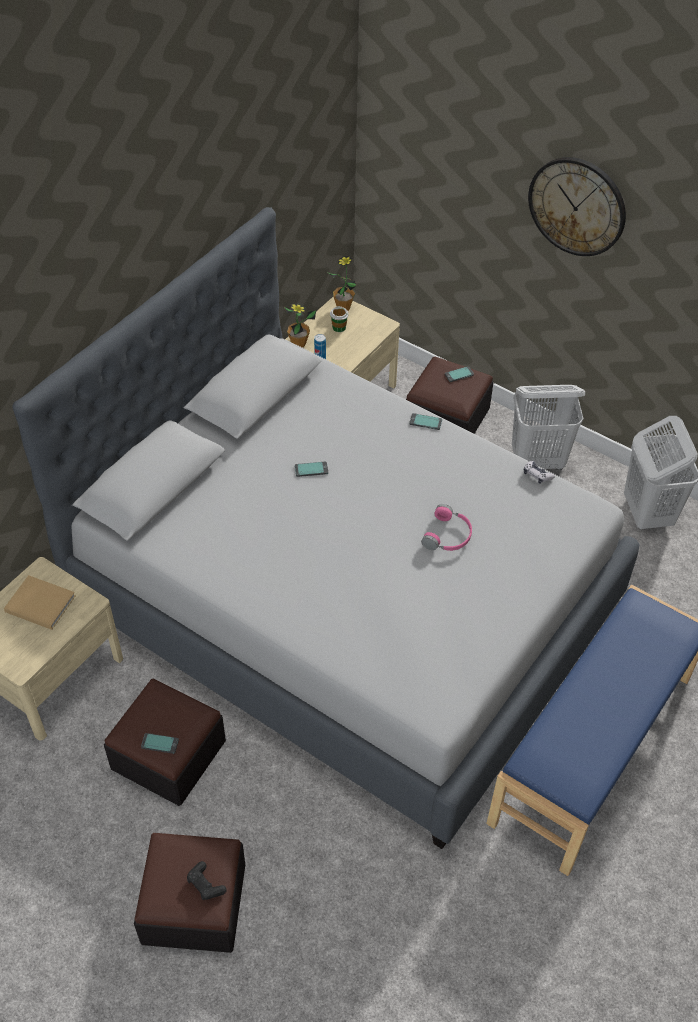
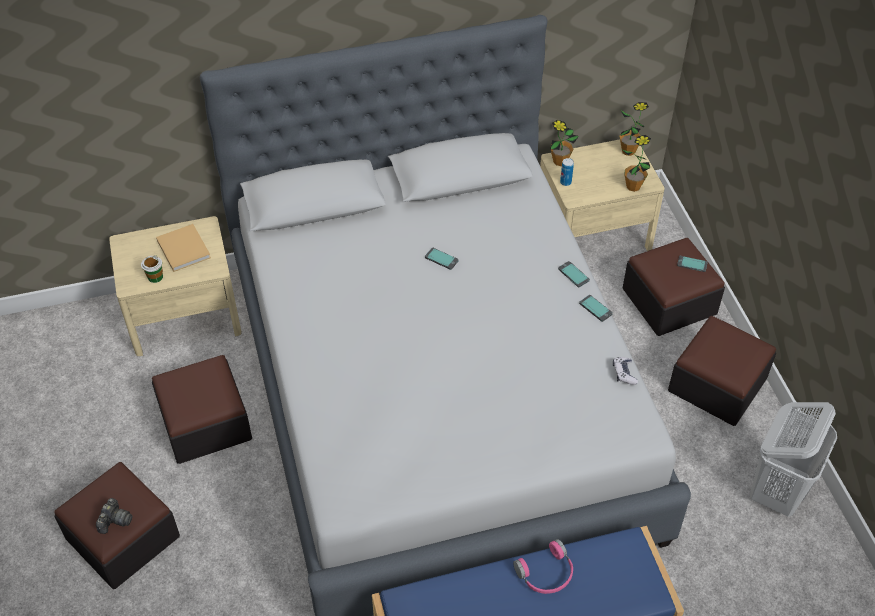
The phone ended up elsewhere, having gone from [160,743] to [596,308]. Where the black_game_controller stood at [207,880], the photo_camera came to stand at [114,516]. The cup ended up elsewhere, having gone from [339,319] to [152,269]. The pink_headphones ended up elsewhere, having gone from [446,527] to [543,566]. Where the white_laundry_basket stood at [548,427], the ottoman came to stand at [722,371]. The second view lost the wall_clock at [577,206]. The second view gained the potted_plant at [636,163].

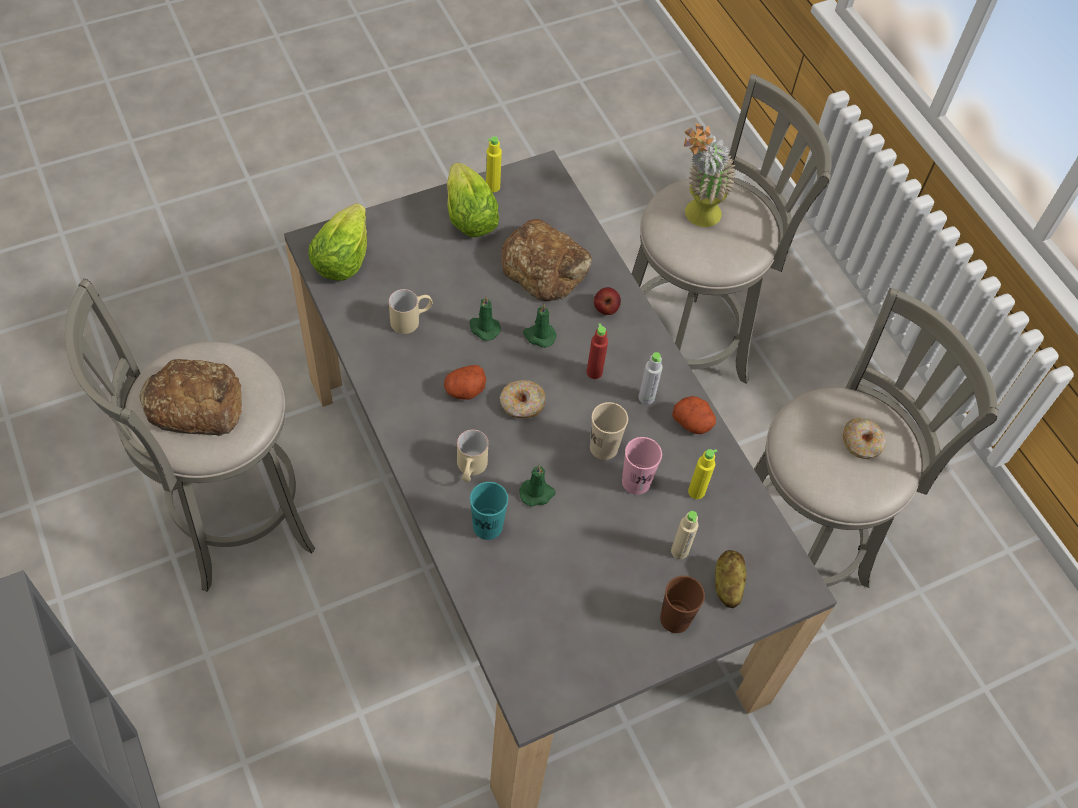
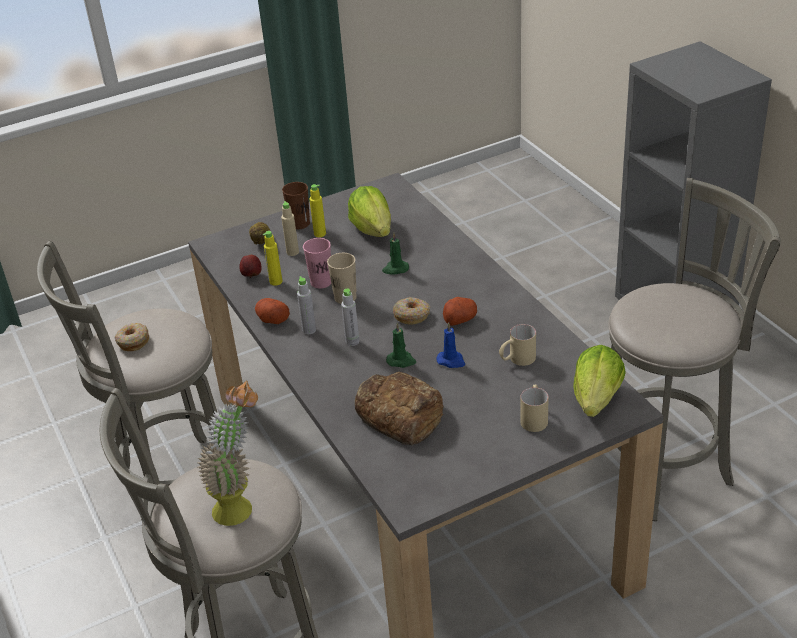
The second view lost the bread at [191,397]. The lettuce ended up elsewhere, having gone from [473,200] to [369,211]. The beige_mug ended up elsewhere, having gone from [472,455] to [534,408]. What was the green_candle at [485,318] turned into the blue_candle at [451,345]. The second view lost the turquoise_cup at [489,511]. The yellow_bottle ended up elsewhere, having gone from [494,164] to [317,210]. What was the red_bottle at [597,351] turned into the grey_bottle at [350,317]. The apple ended up elsewhere, having gone from [607,301] to [250,266].

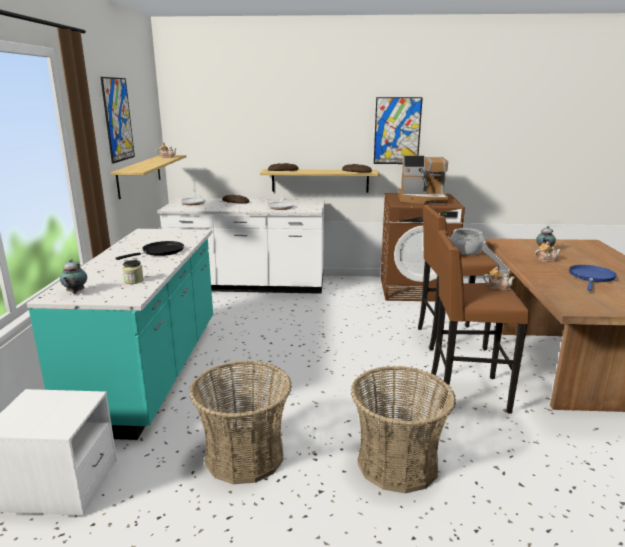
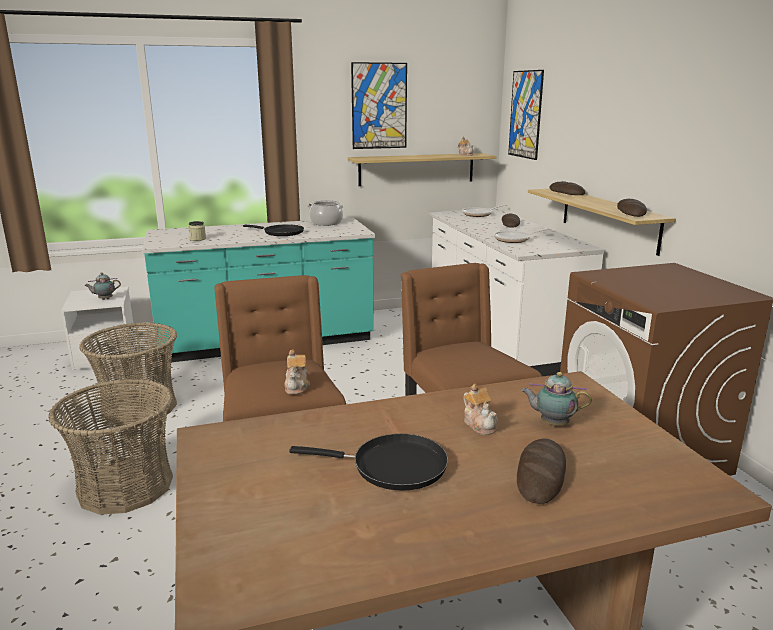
The teapot ended up elsewhere, having gone from [73,276] to [102,286]. The picture ended up elsewhere, having gone from [398,130] to [526,115]. The second view lost the coffee_machine at [423,180]. The cooking_pot ended up elsewhere, having gone from [467,241] to [325,213]. What was the blue_frying_pan at [593,278] turned into the black_frying_pan at [369,462]. The second view gained the bread at [541,471].

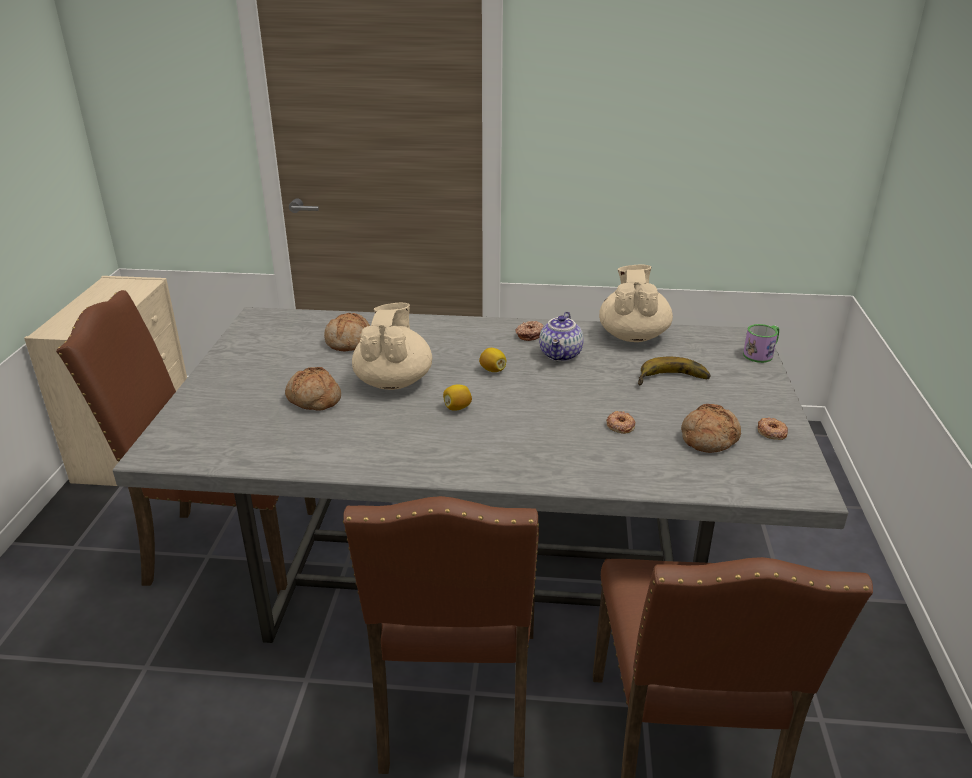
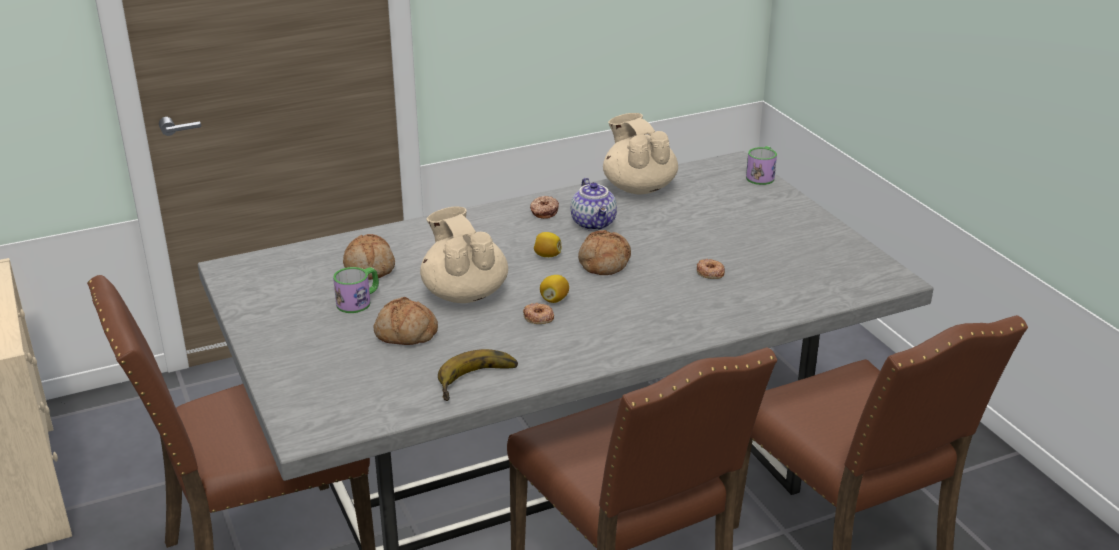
The banana ended up elsewhere, having gone from [674,371] to [478,375]. The bread ended up elsewhere, having gone from [711,428] to [604,252]. The donut ended up elsewhere, having gone from [772,428] to [538,313]. The second view gained the mug at [356,290].

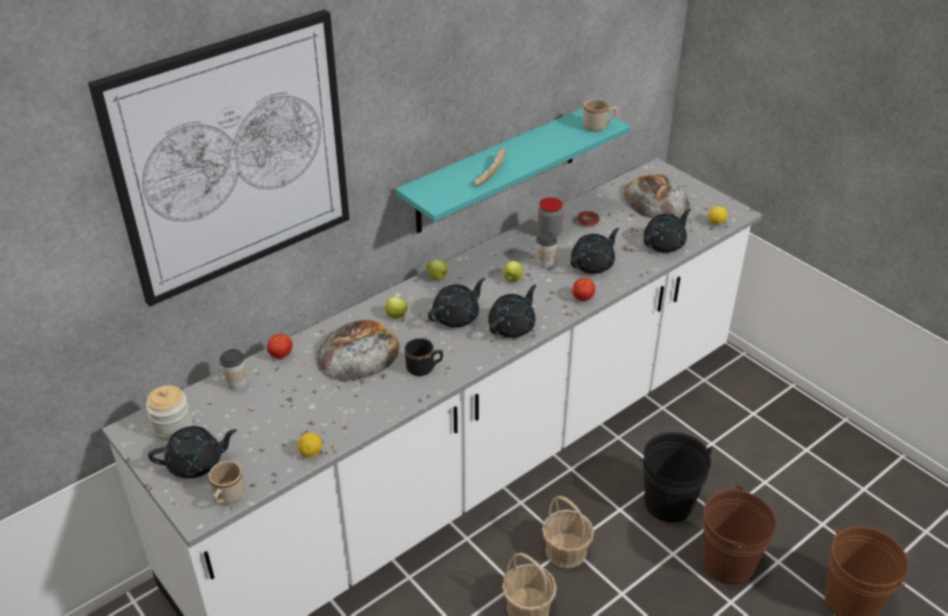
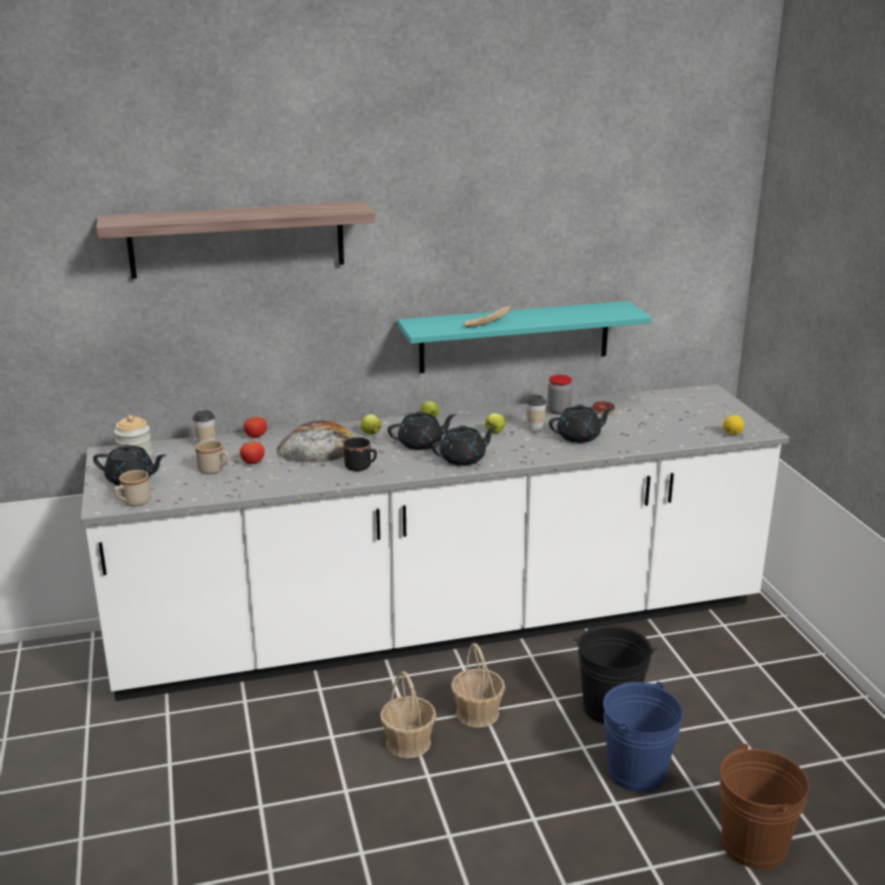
Where the picture hung at [219,158], the shelf came to hang at [235,240]. The second view lost the lemon at [310,445]. The tomato ended up elsewhere, having gone from [584,289] to [252,453]. The beige_mug ended up elsewhere, having gone from [600,115] to [212,457]. The second view lost the bread at [657,196]. The second view lost the black_teapot at [667,231]. What was the brown_bucket at [739,534] turned into the blue_bucket at [643,736].

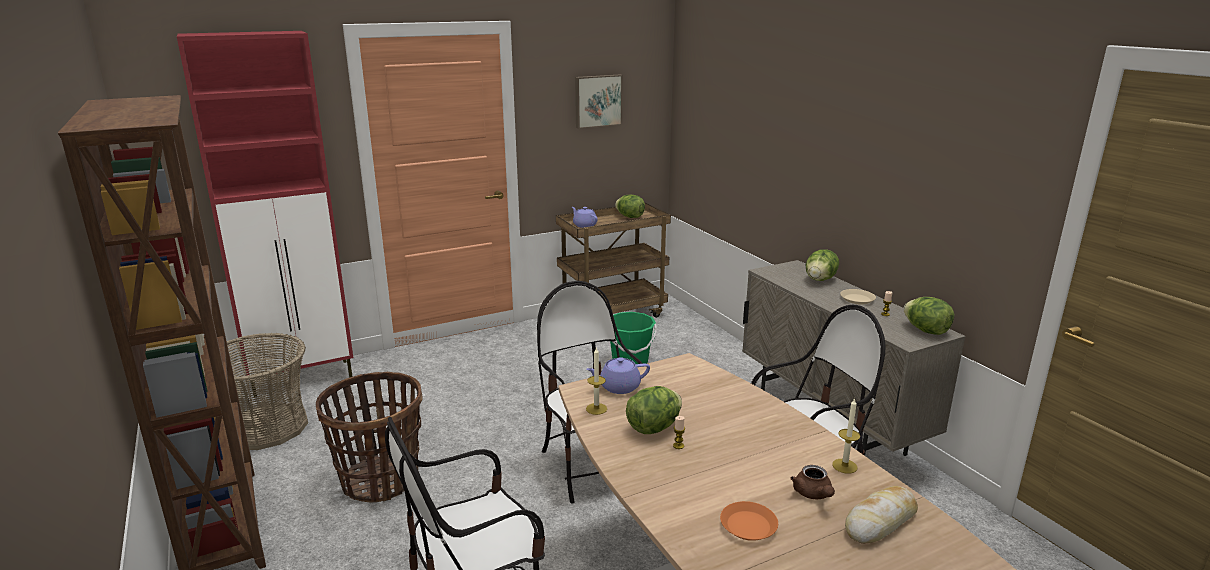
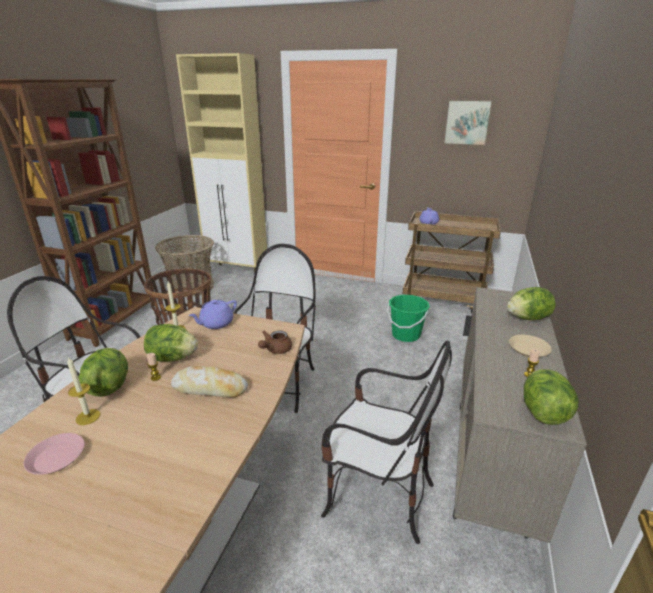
What was the red_cabinet at [265,214] turned into the beige_cabinet at [221,163]. The purple_teapot at [618,375] ended up facing another way, 75 degrees counterclockwise from before. The lettuce ended up elsewhere, having gone from [630,206] to [103,372]. What was the orange_plate at [749,521] turned into the pink_plate at [54,454]. The brown_teapot ended up elsewhere, having gone from [812,482] to [275,342]. The candle ended up elsewhere, having gone from [846,436] to [83,391]. The bread ended up elsewhere, having gone from [881,515] to [209,382].

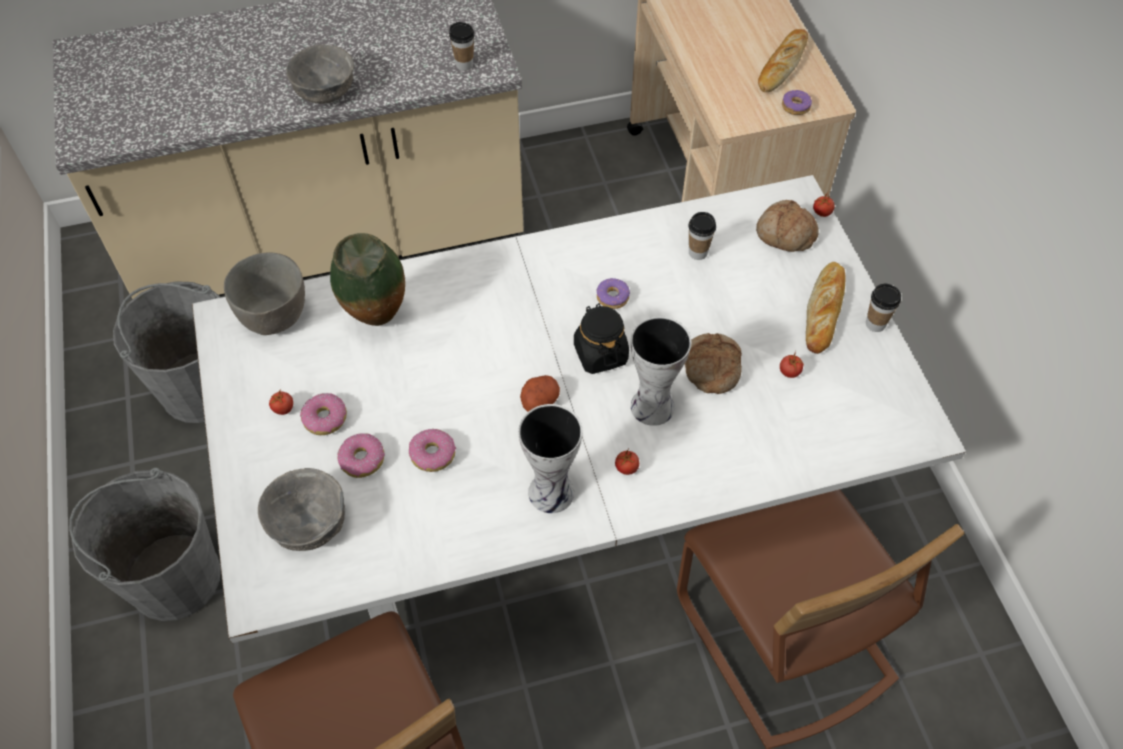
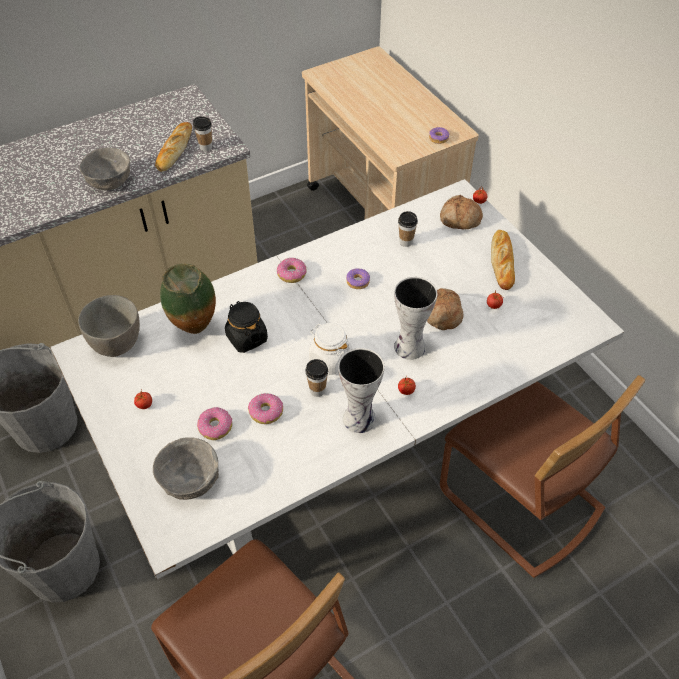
The donut ended up elsewhere, having gone from [323,414] to [291,270]. Where the potato stood at [540,393], the white_jar came to stand at [330,349]. The black_jar ended up elsewhere, having gone from [601,338] to [246,327]. The bread ended up elsewhere, having gone from [783,60] to [173,147]. The cup ended up elsewhere, having gone from [883,308] to [317,378].

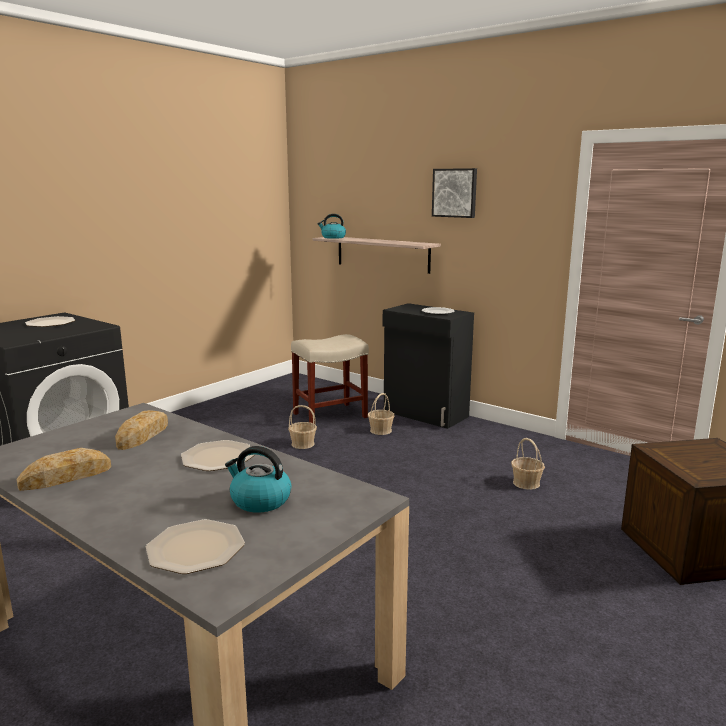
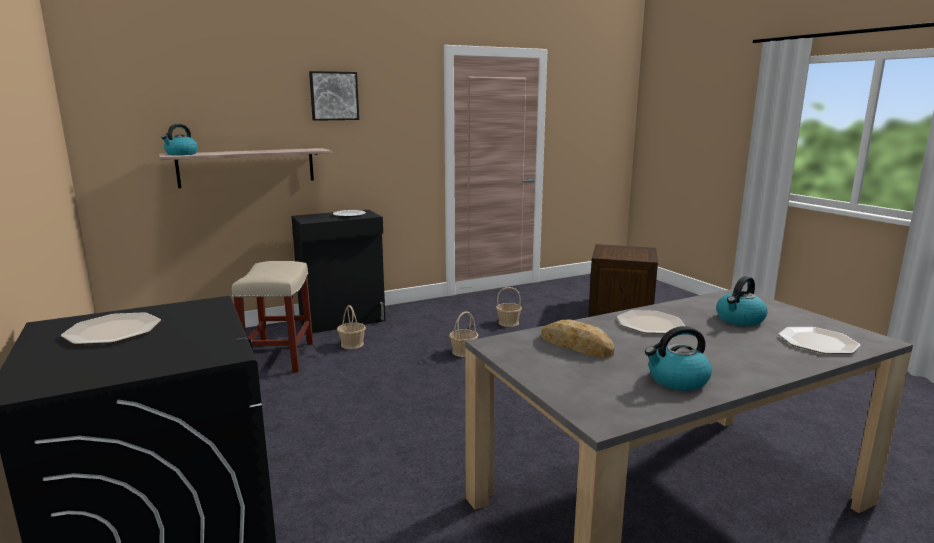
Where the bread stood at [63,469], the kettle came to stand at [678,358]. The basket ended up elsewhere, having gone from [302,427] to [463,334].

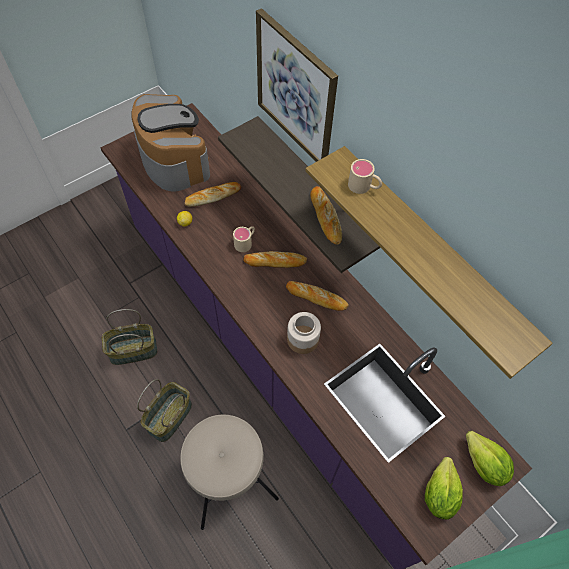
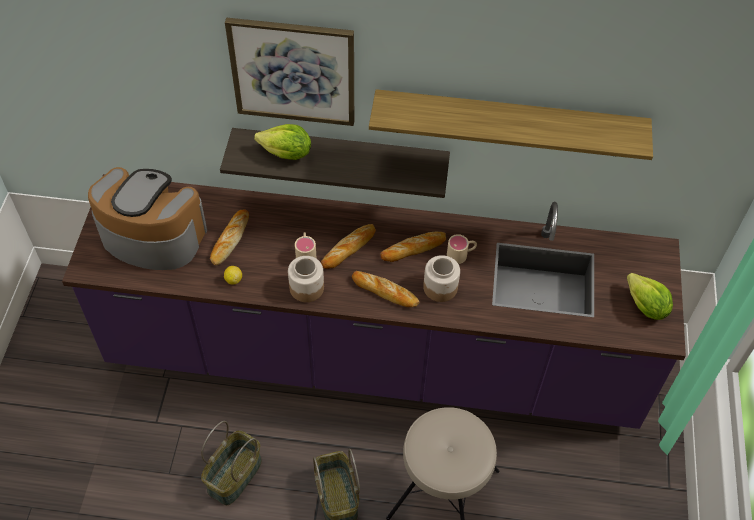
The bread ended up elsewhere, having gone from [326,215] to [385,289]. The beige_mug ended up elsewhere, having gone from [365,176] to [462,249]. The lettuce ended up elsewhere, having gone from [490,458] to [282,142]. The second view gained the jar at [306,279].

